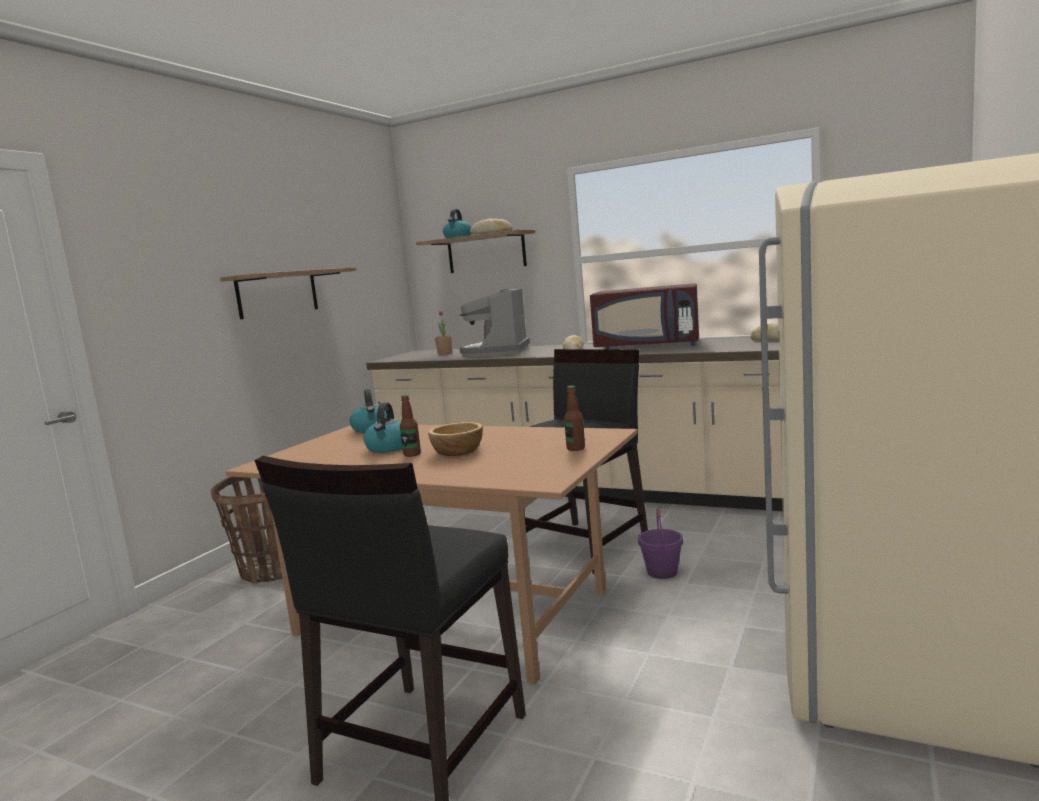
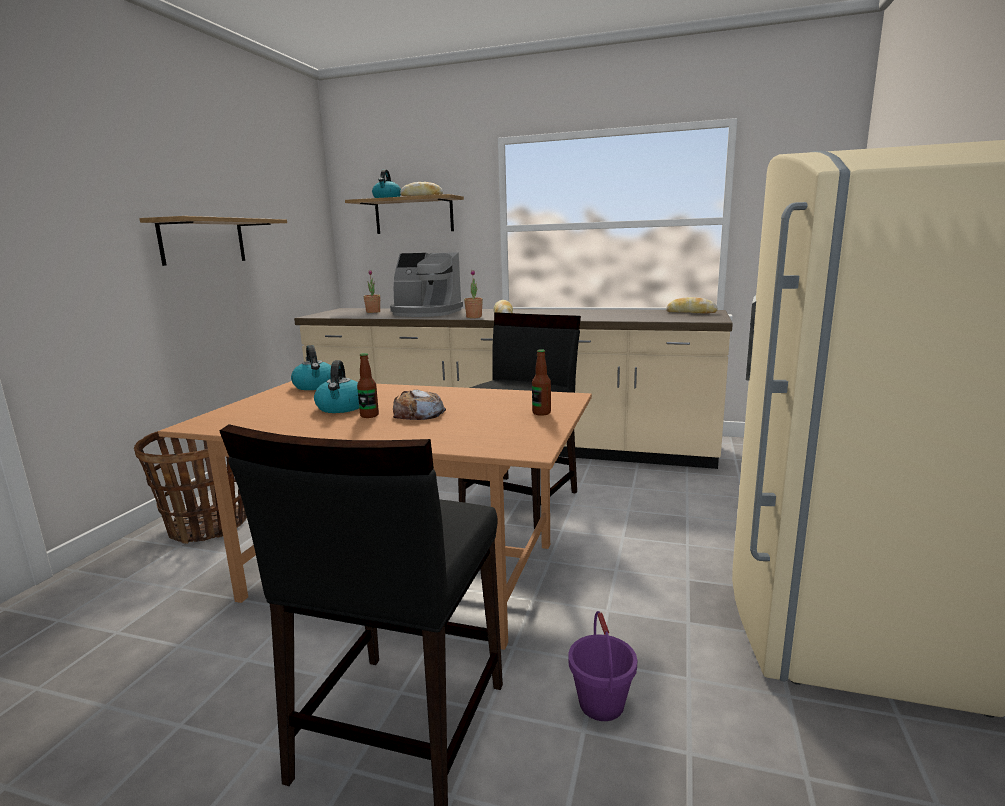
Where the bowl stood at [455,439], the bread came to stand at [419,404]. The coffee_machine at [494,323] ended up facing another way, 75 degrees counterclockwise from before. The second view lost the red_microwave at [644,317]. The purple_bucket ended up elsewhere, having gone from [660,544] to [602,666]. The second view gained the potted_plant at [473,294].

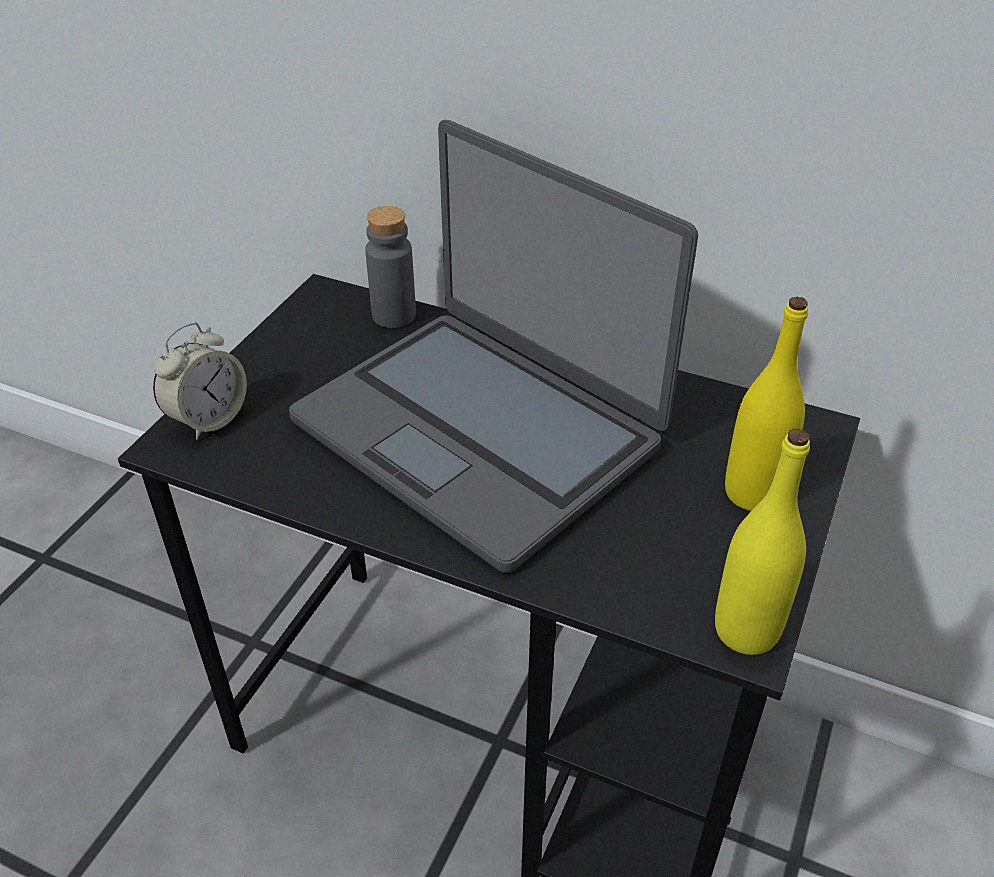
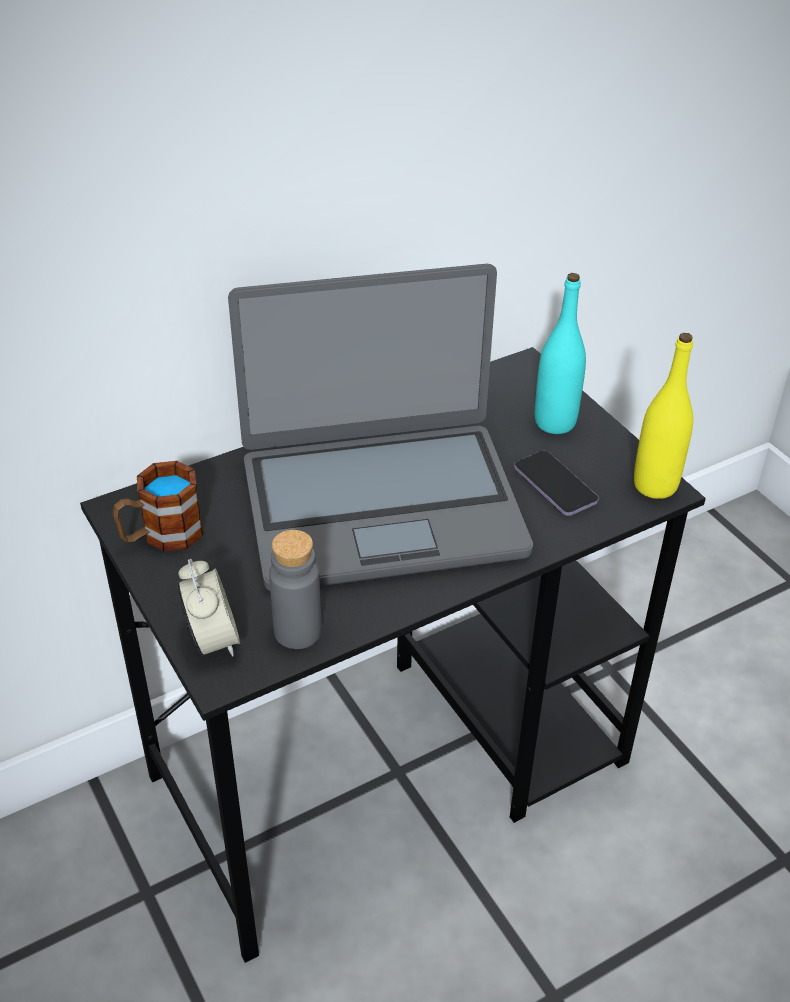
The grey_bottle ended up elsewhere, having gone from [390,267] to [295,589]. What was the yellow_bottle at [766,404] turned into the turquoise_bottle at [560,353]. The second view gained the mug at [158,506]. The second view gained the phone at [556,483].

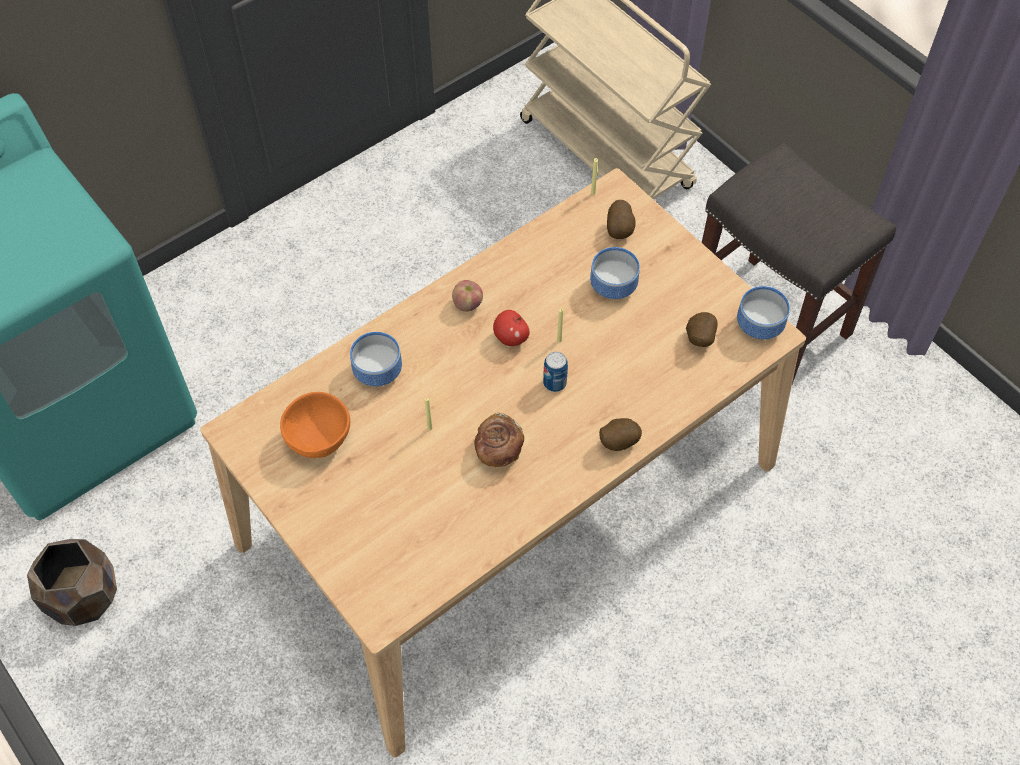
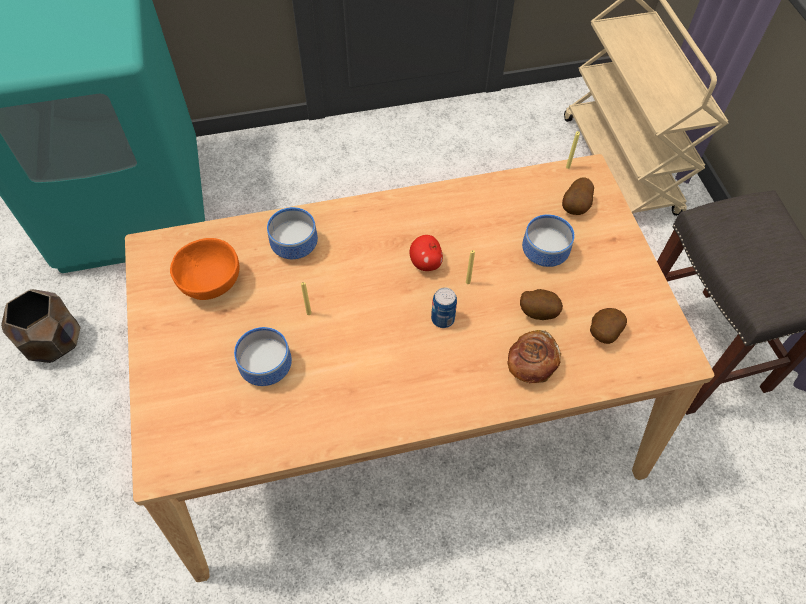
The second view lost the apple at [467,296]. The bread ended up elsewhere, having gone from [499,440] to [534,356]. The potato ended up elsewhere, having gone from [620,434] to [541,304]. The bowl ended up elsewhere, having gone from [763,312] to [263,356].

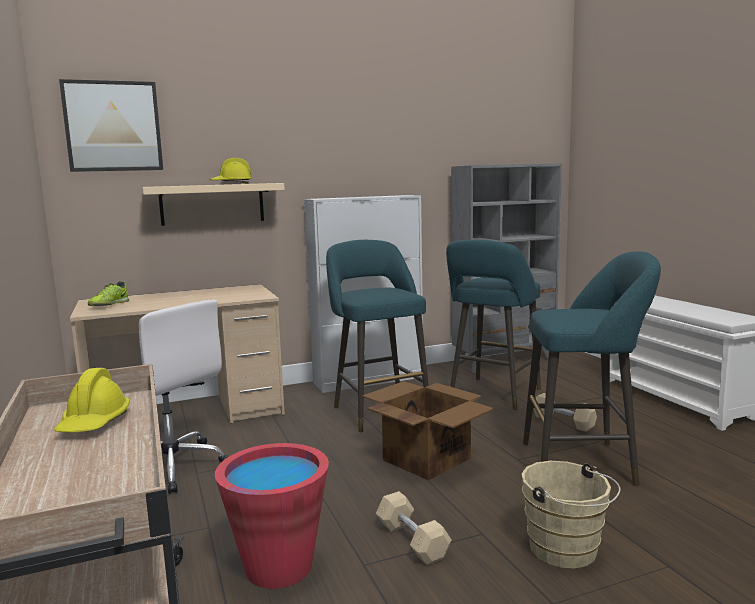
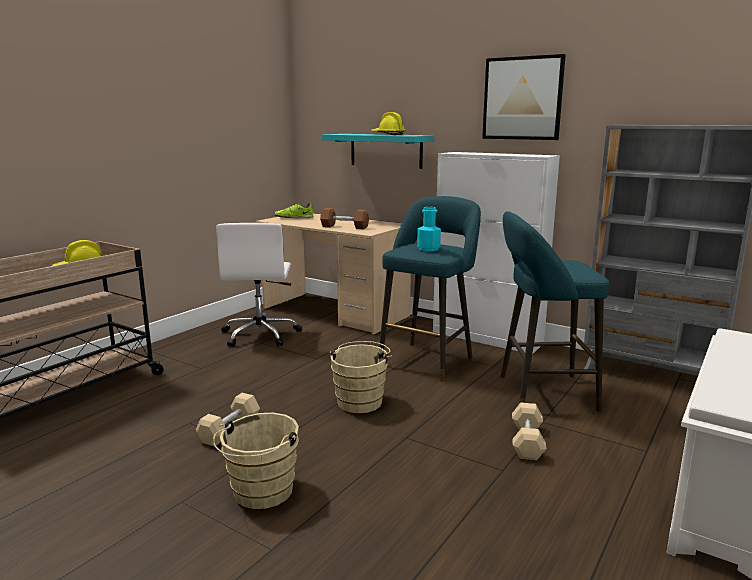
The picture ended up elsewhere, having gone from [111,125] to [524,97]. What was the beige_shelf at [213,204] turned into the turquoise_shelf at [378,151]. The second view lost the red_bucket at [272,516]. Where the cardboard_box stood at [428,431], the beige_bucket came to stand at [361,377]. The second view lost the turquoise_stool at [592,368]. The second view gained the brown_dumbbell at [344,218]. The second view gained the turquoise_bottle at [429,229].

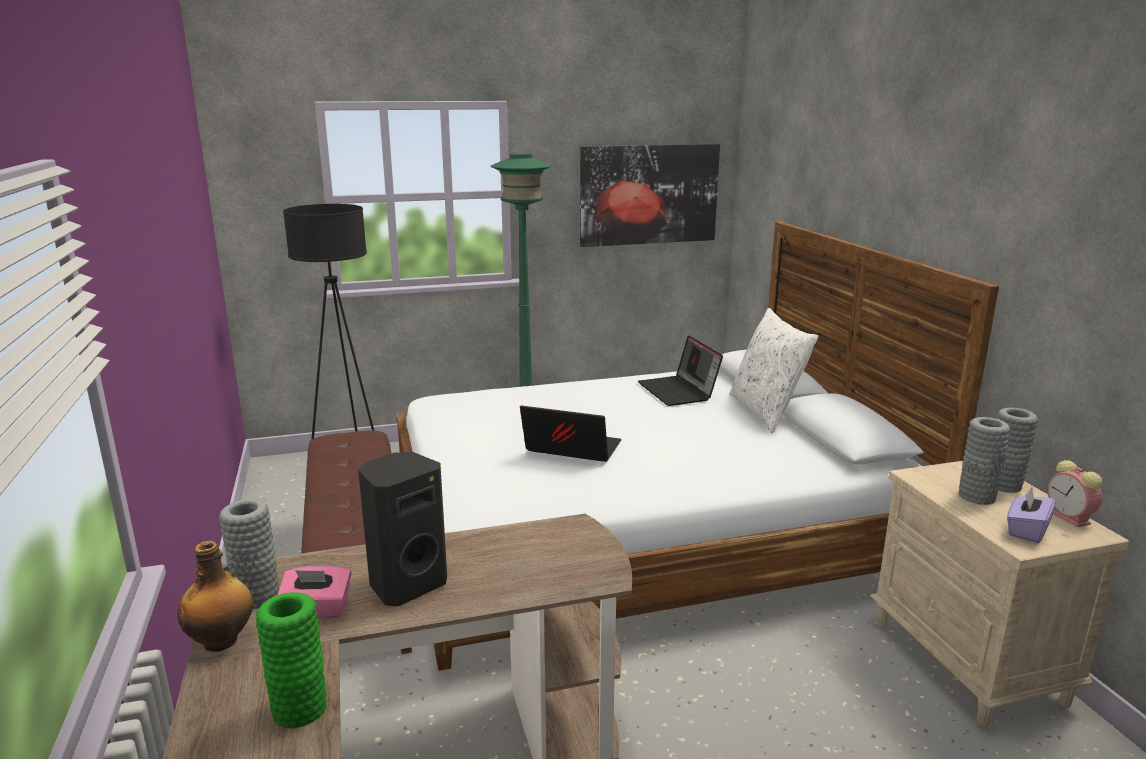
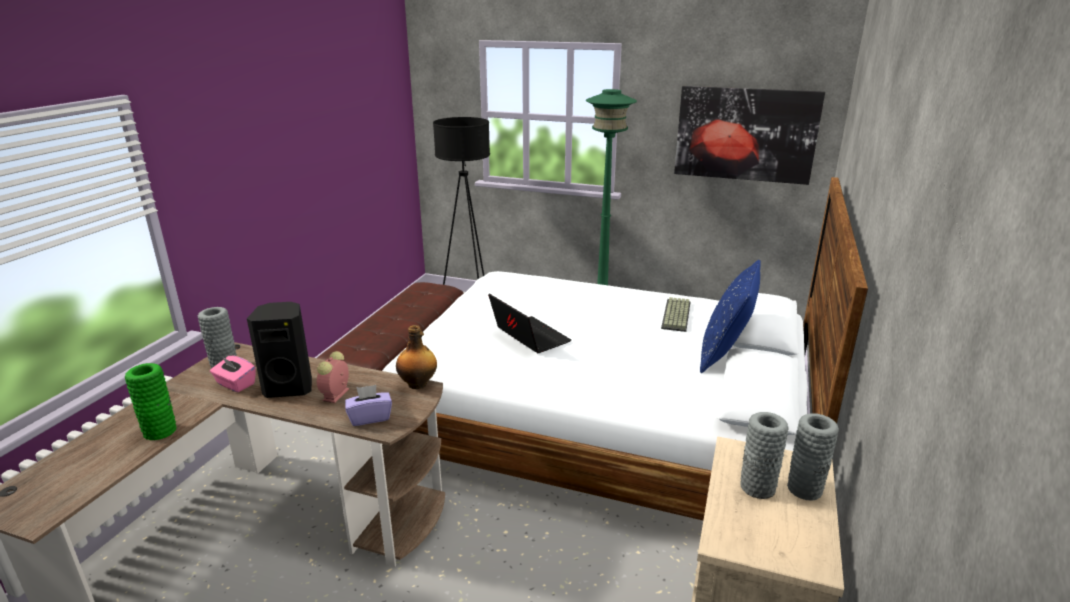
The bottle ended up elsewhere, having gone from [215,596] to [416,357]. Where the laptop stood at [680,370], the keyboard came to stand at [676,314]. What was the white_pillow at [773,370] turned into the blue_pillow at [730,316]. The purple_tissue_box ended up elsewhere, having gone from [1031,515] to [368,405]. The alarm_clock ended up elsewhere, having gone from [1075,493] to [333,377].

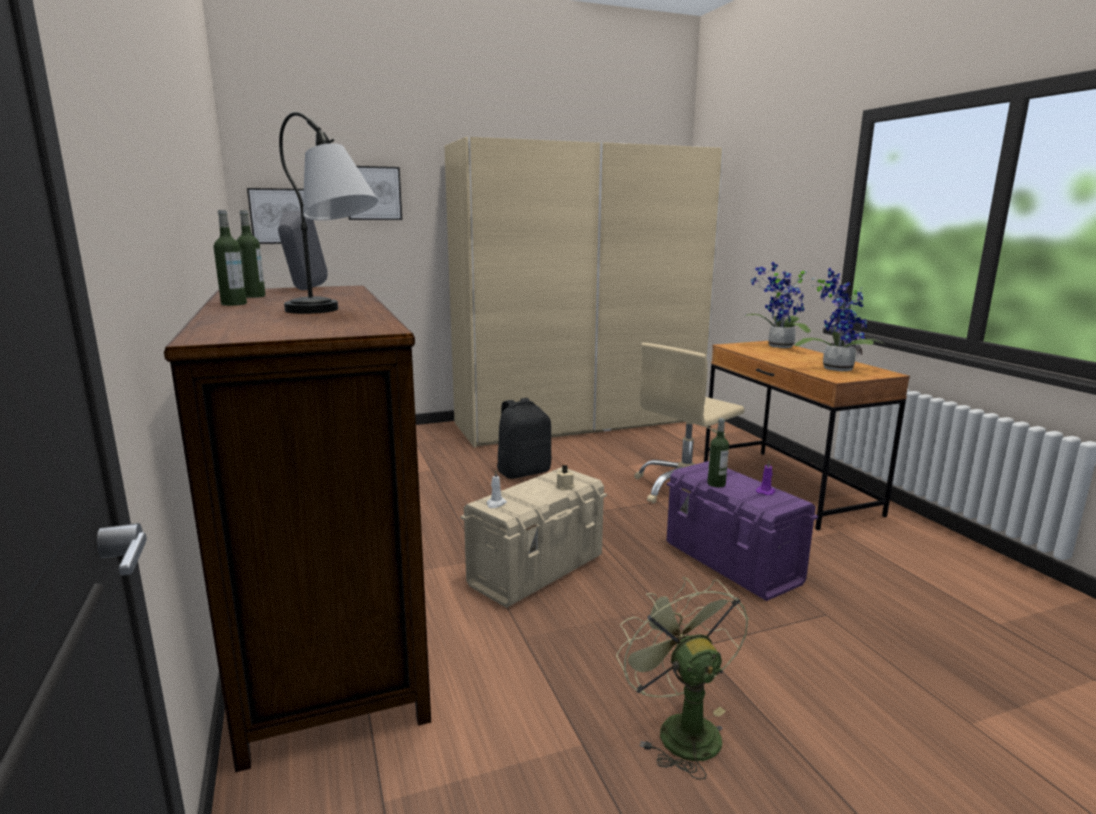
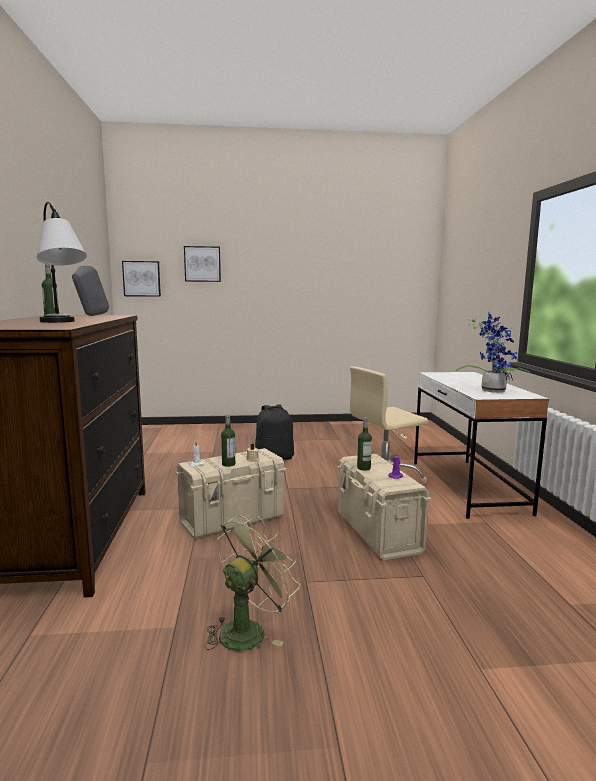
The bottle ended up elsewhere, having gone from [230,258] to [228,441]. The second view lost the beige_wardrobe at [583,292]. The green_fan at [682,678] ended up facing another way, 45 degrees clockwise from before. What was the purple_storage_box at [742,531] turned into the beige_storage_box at [384,507]. What was the brown_desk at [807,435] turned into the white_desk at [481,445]. The second view lost the potted_plant at [777,305].

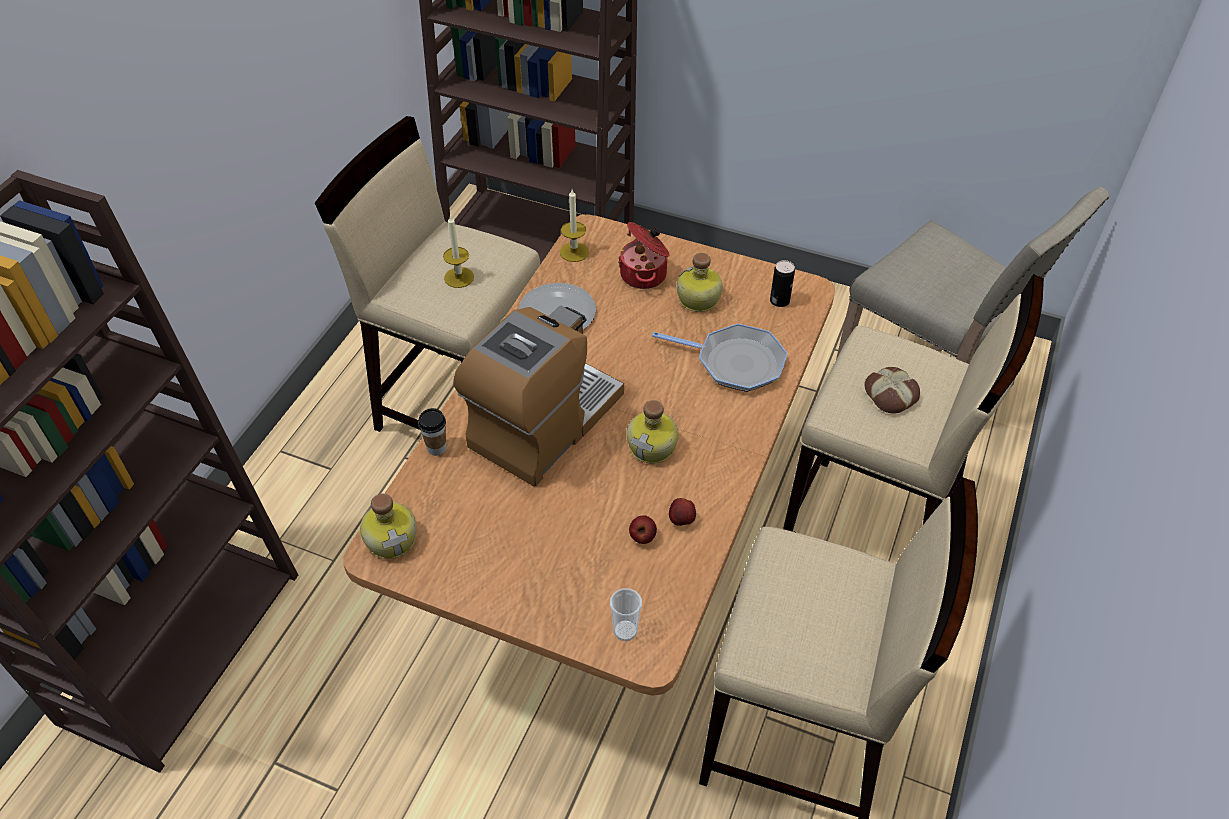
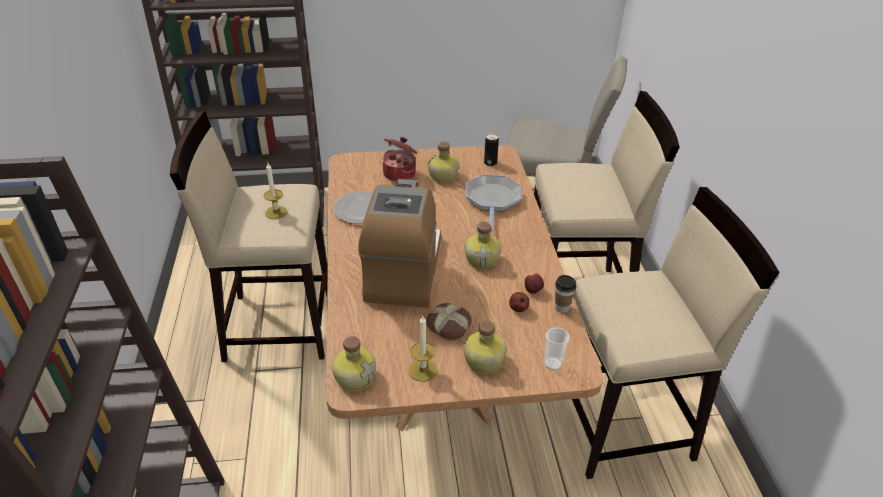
The cup ended up elsewhere, having gone from [432,432] to [565,294]. The candle ended up elsewhere, having gone from [574,225] to [423,349]. The frying_pan at [720,358] ended up facing another way, 75 degrees counterclockwise from before. The bread ended up elsewhere, having gone from [892,390] to [449,321]. The second view gained the bottle at [485,347].

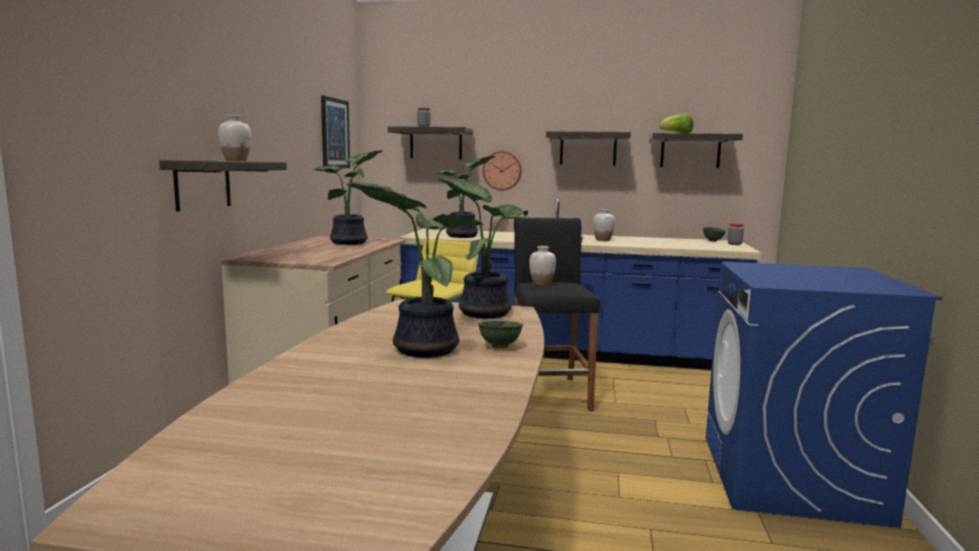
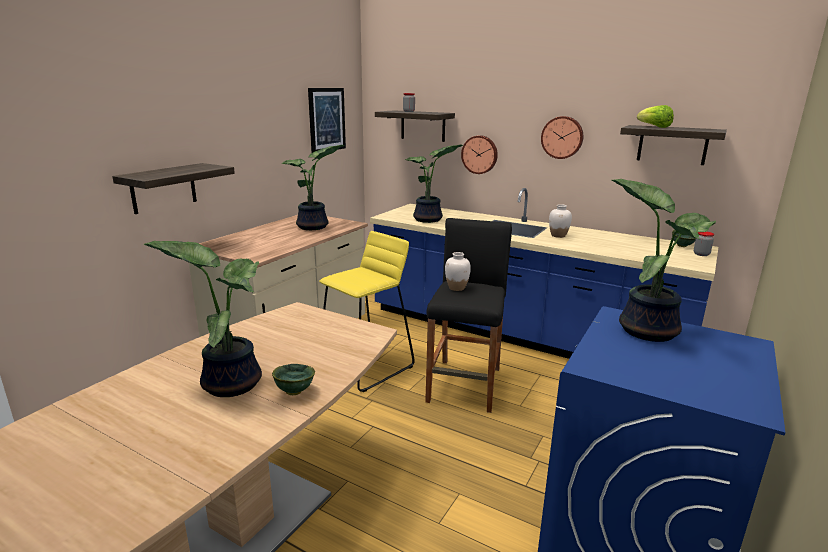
The second view lost the white_vase at [234,138]. The potted_plant ended up elsewhere, having gone from [483,248] to [664,260]. Where the shelf hung at [588,148], the wall_clock came to hang at [562,137].

